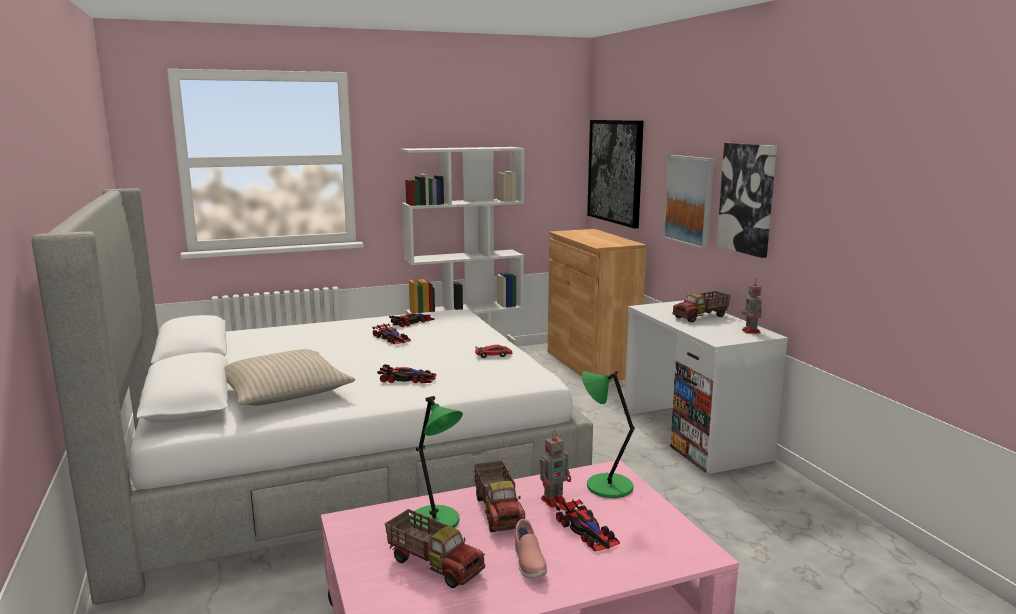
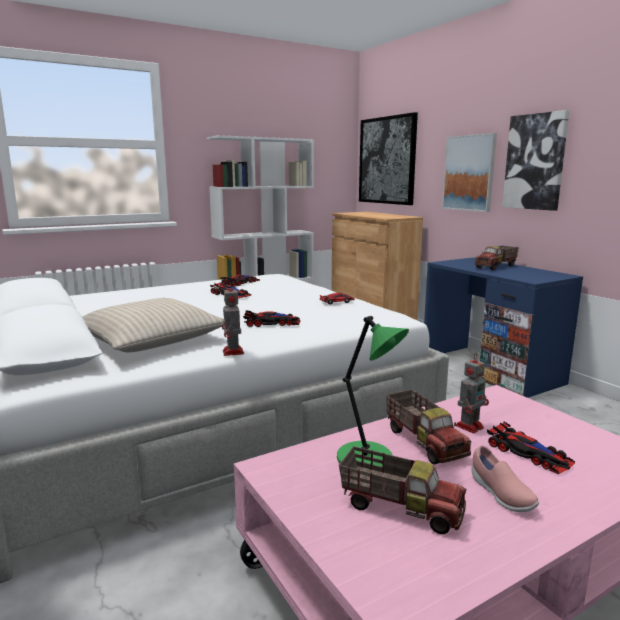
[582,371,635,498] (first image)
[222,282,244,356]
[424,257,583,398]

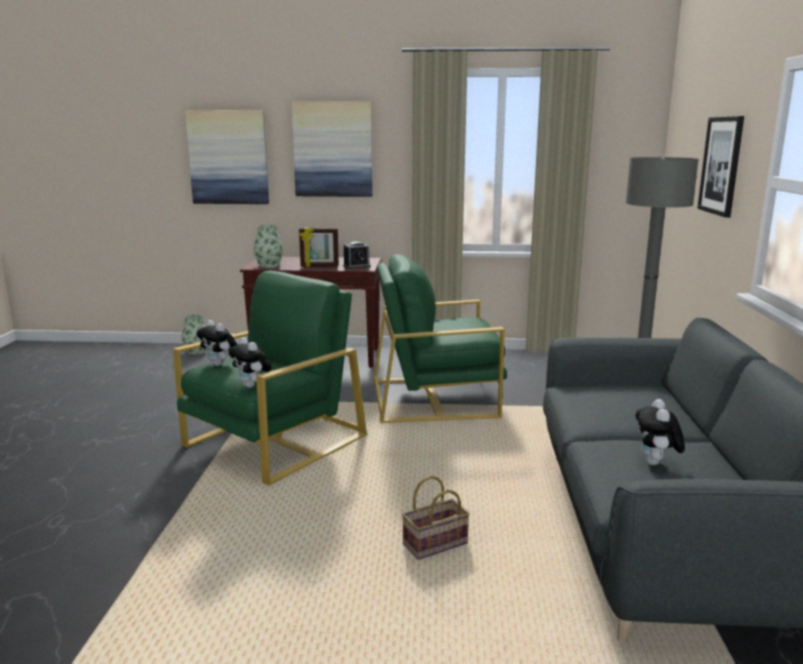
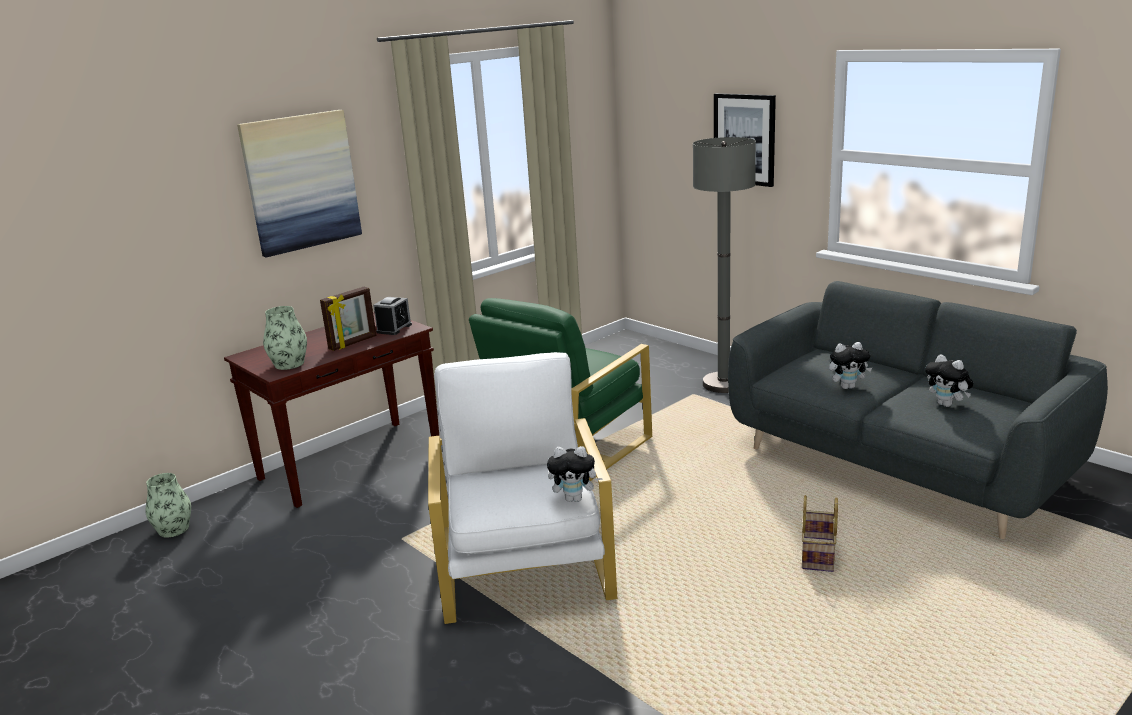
[185,110,269,204] (first image)
[829,342,873,389]
[428,352,617,624]

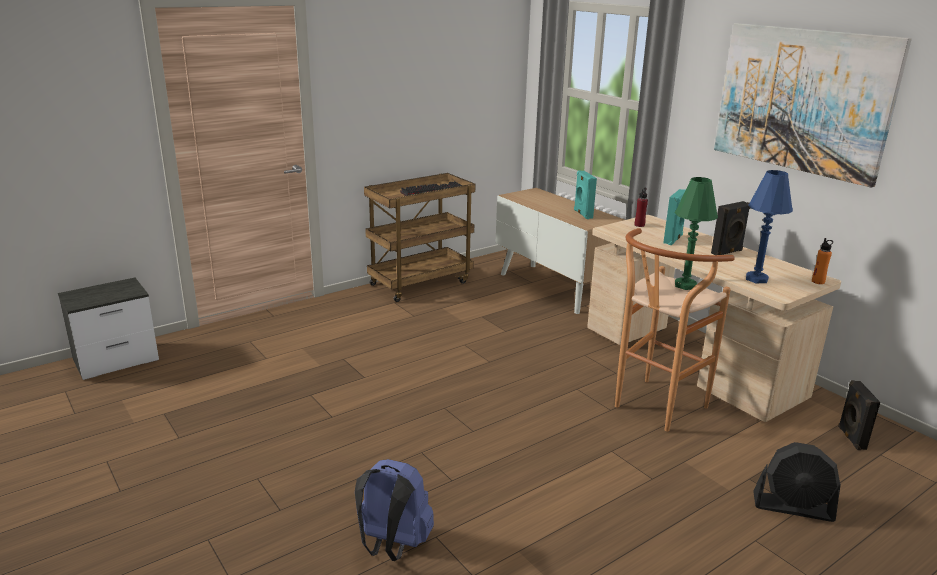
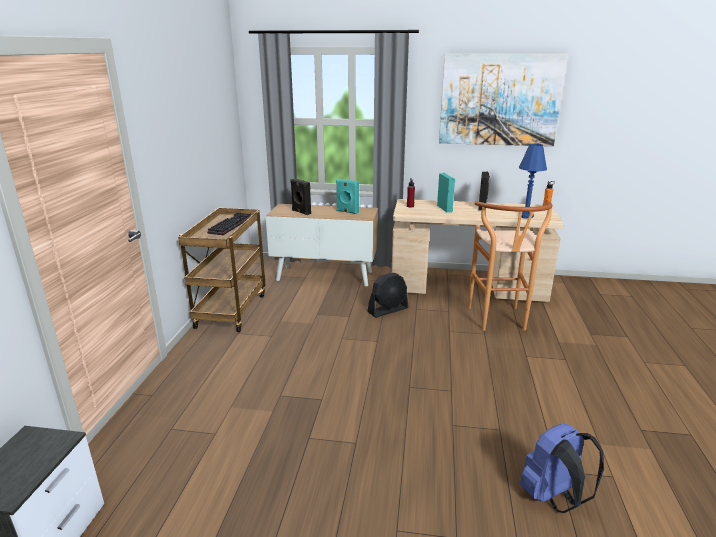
[675,177,718,290] (first image)
[367,273,408,318]
[291,179,311,215]

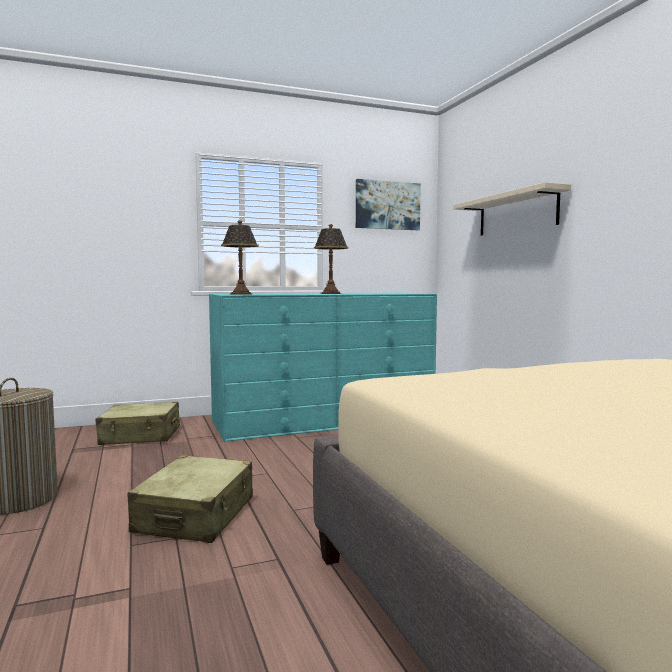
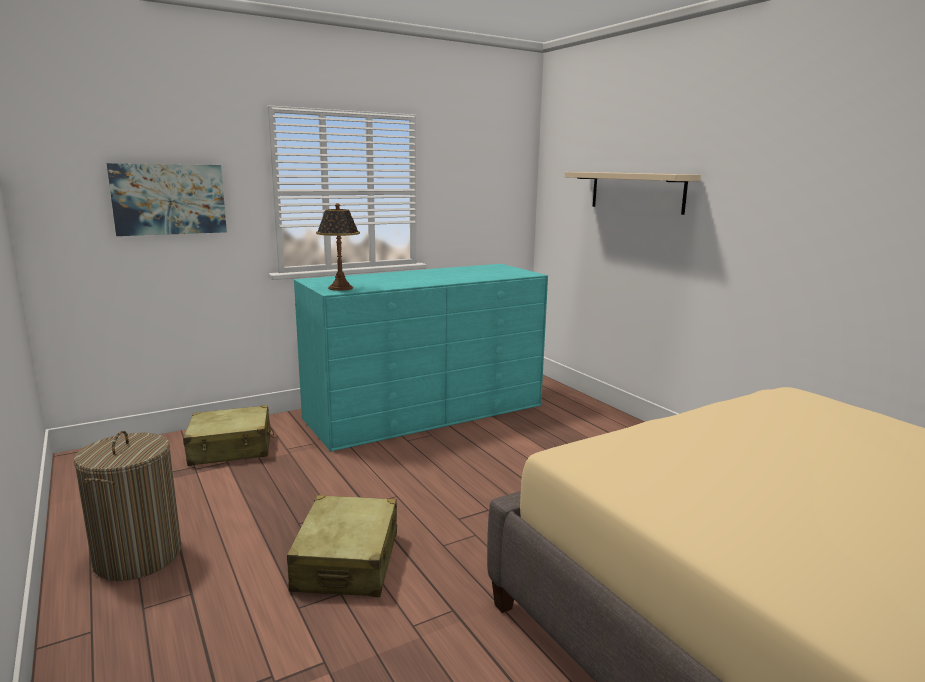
[314,224,349,294] (first image)
[106,163,227,236]

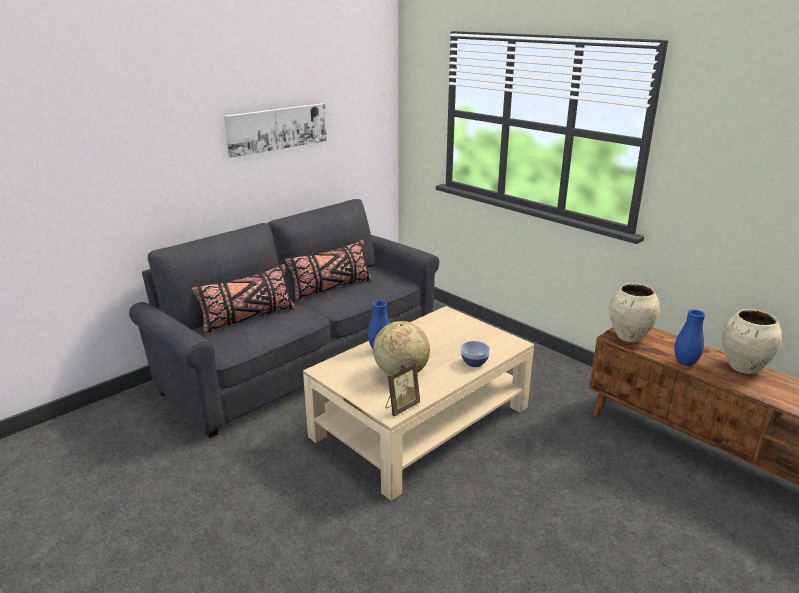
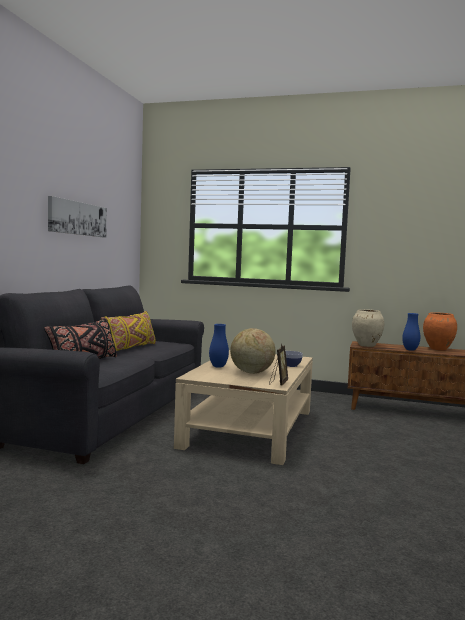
[101,311,156,351]
[423,312,457,350]

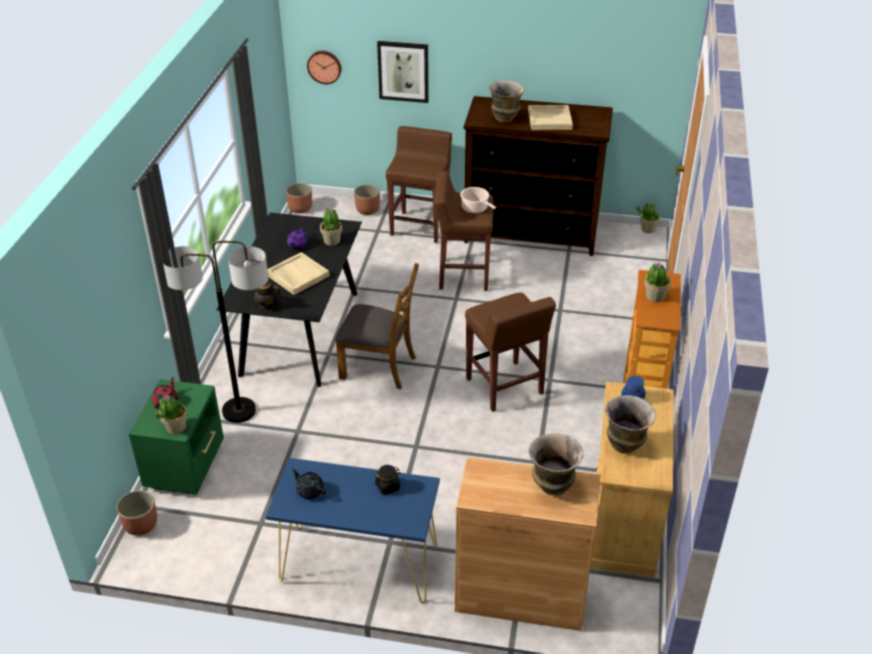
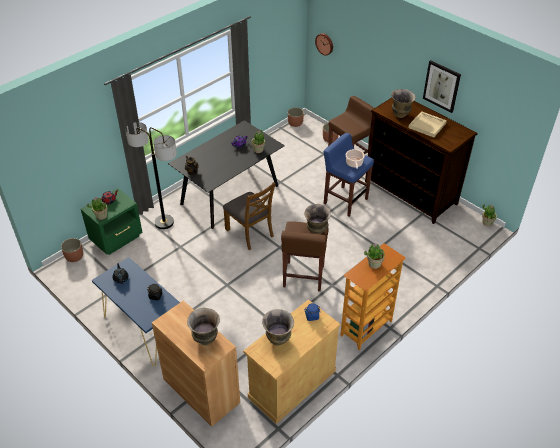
[268,252,330,295] (first image)
[304,204,331,234]
[423,60,461,113]
[324,133,374,217]

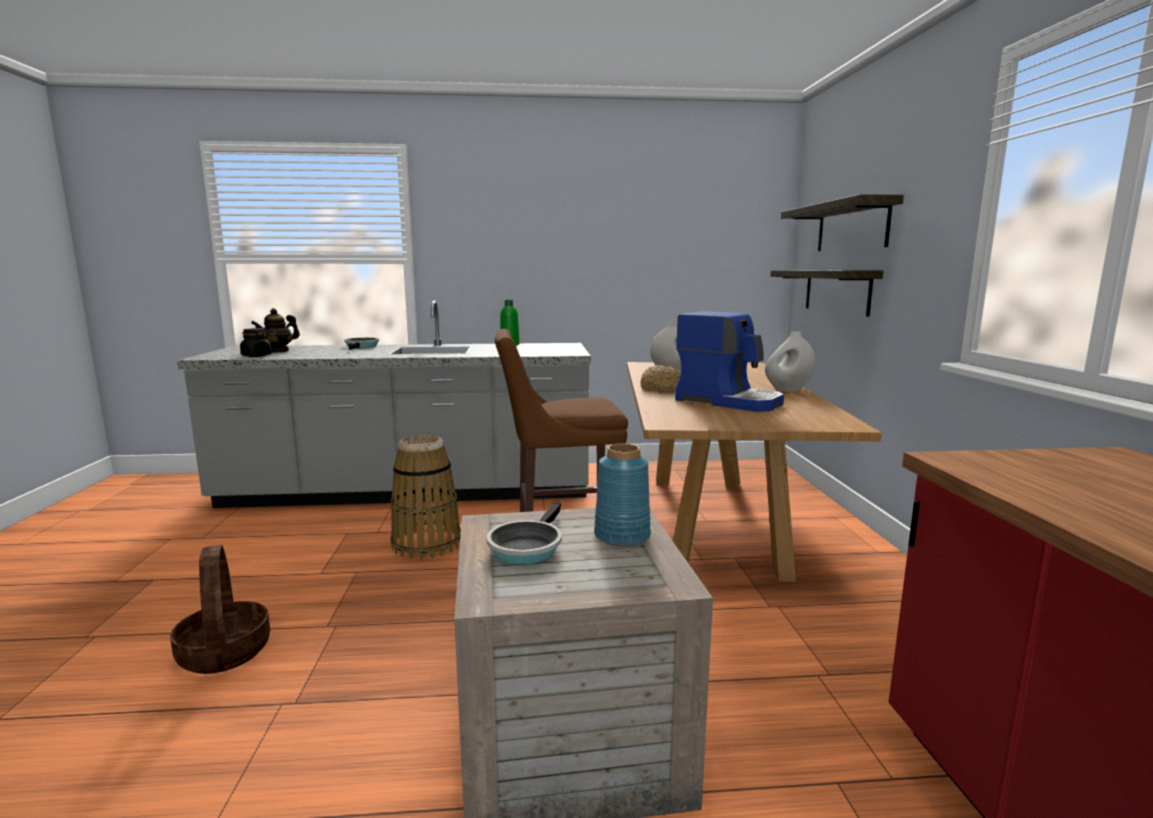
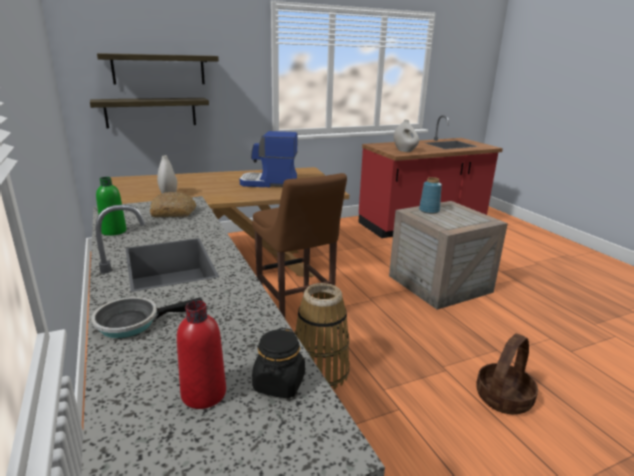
[486,502,562,565] (first image)
[150,192,197,217]
[394,119,419,152]
[177,301,226,409]
[240,131,298,187]

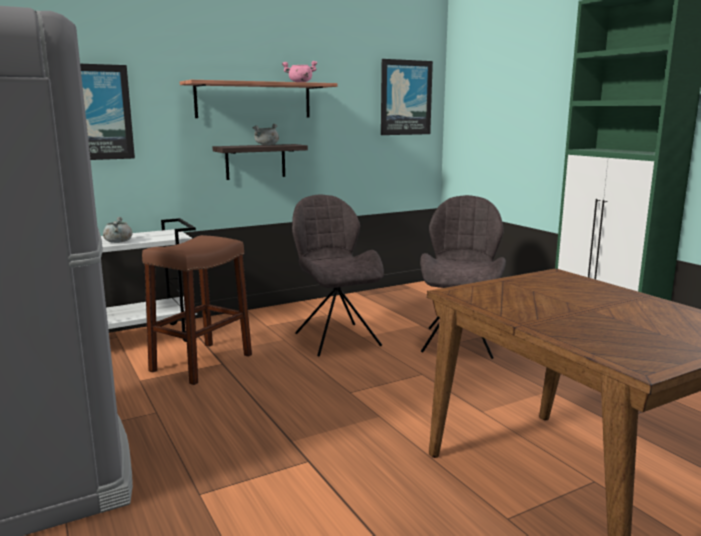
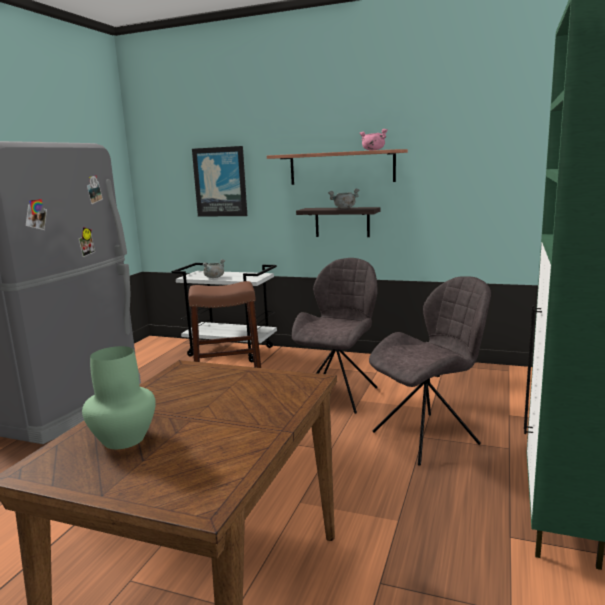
[381,59,433,135] (first image)
[82,346,156,449]

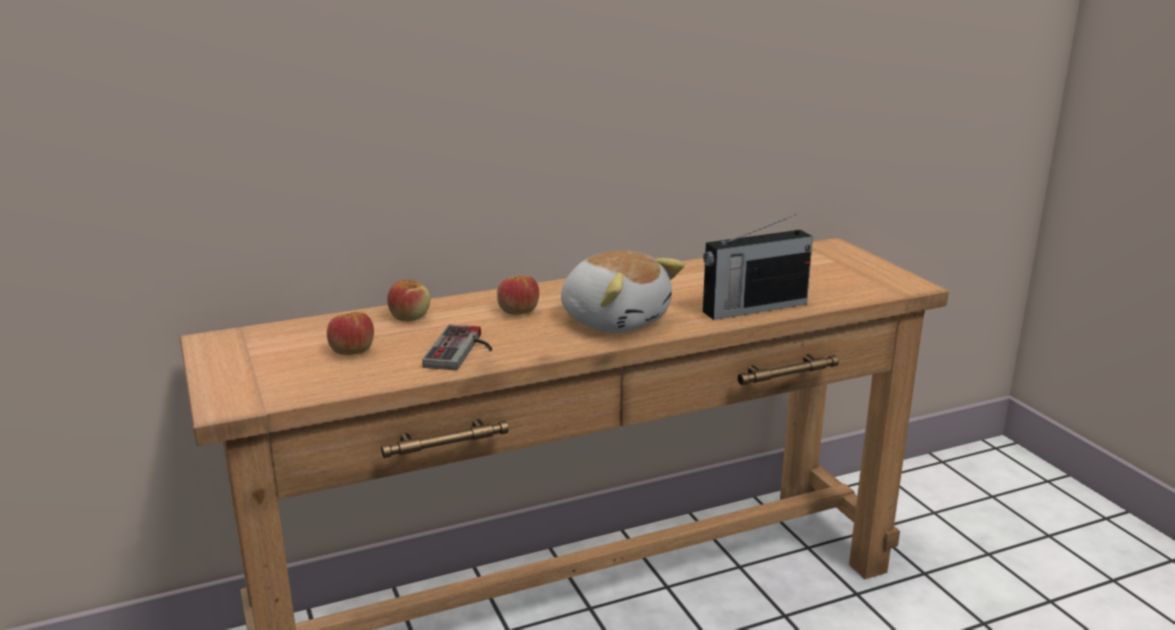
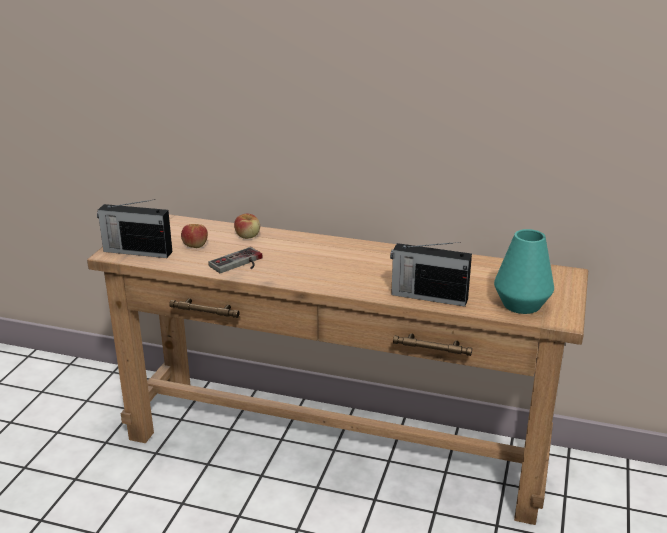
[497,276,539,315] (first image)
[561,250,685,333] (first image)
[97,199,173,258]
[494,229,554,314]

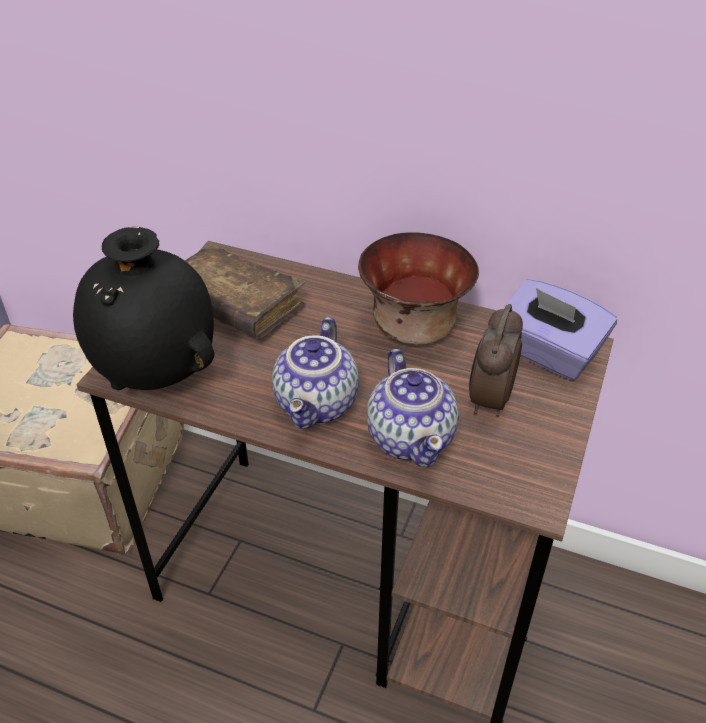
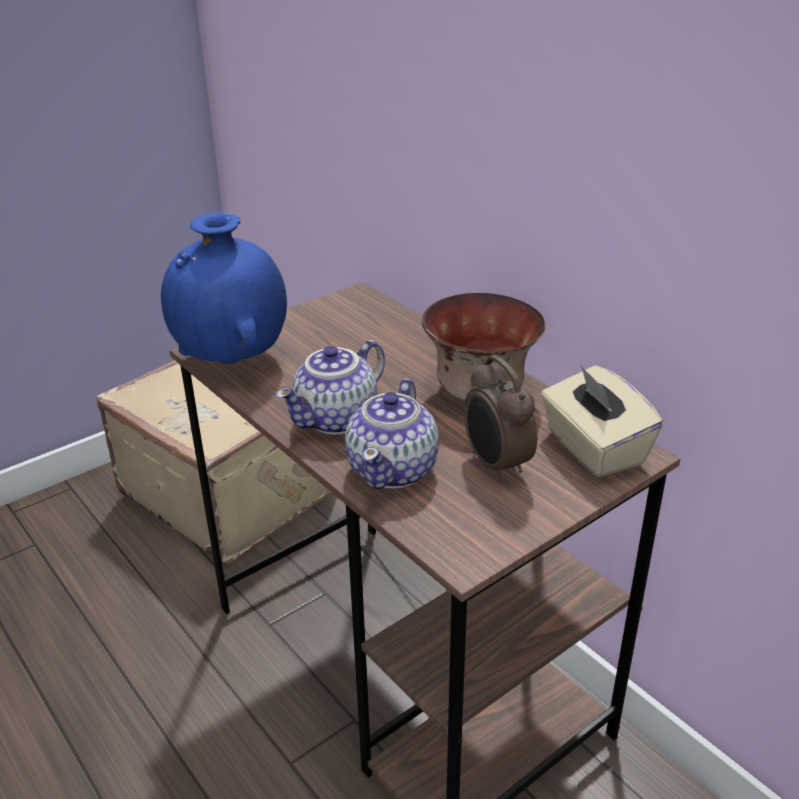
[185,244,306,339] (first image)
[161,212,287,364]
[541,364,663,477]
[464,355,537,482]

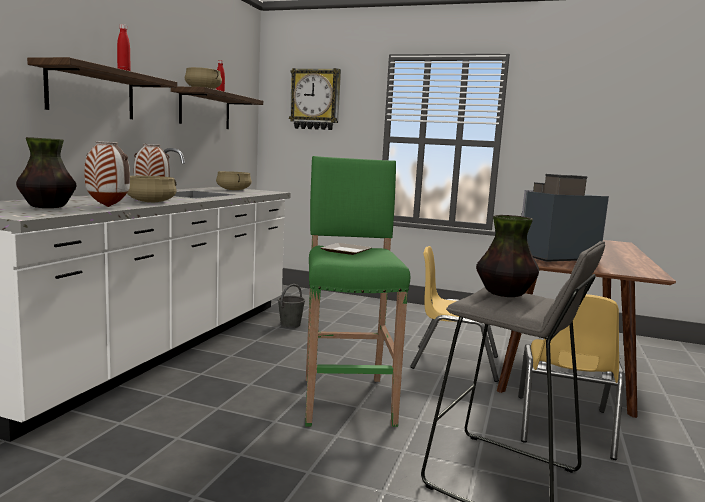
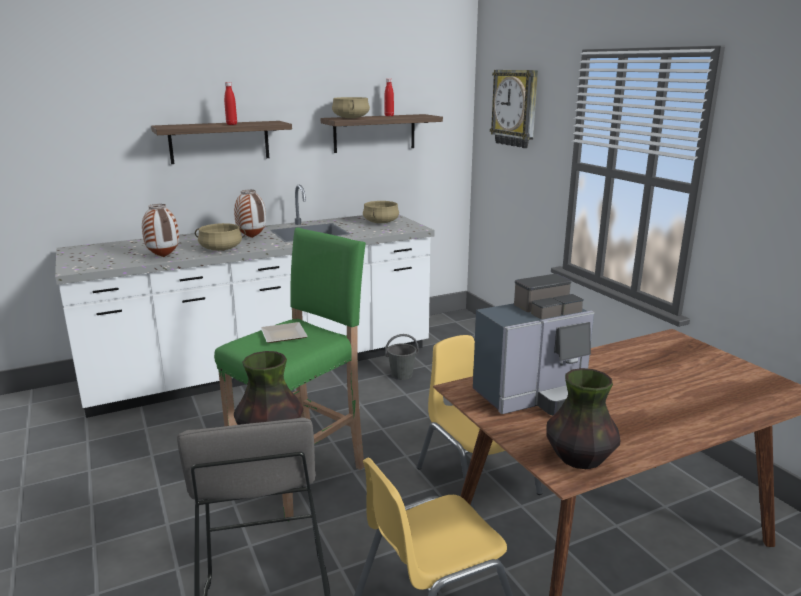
[546,368,620,469]
[473,274,594,416]

